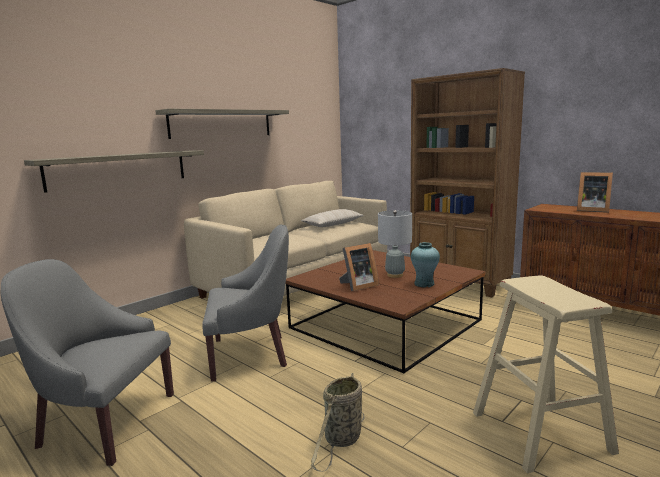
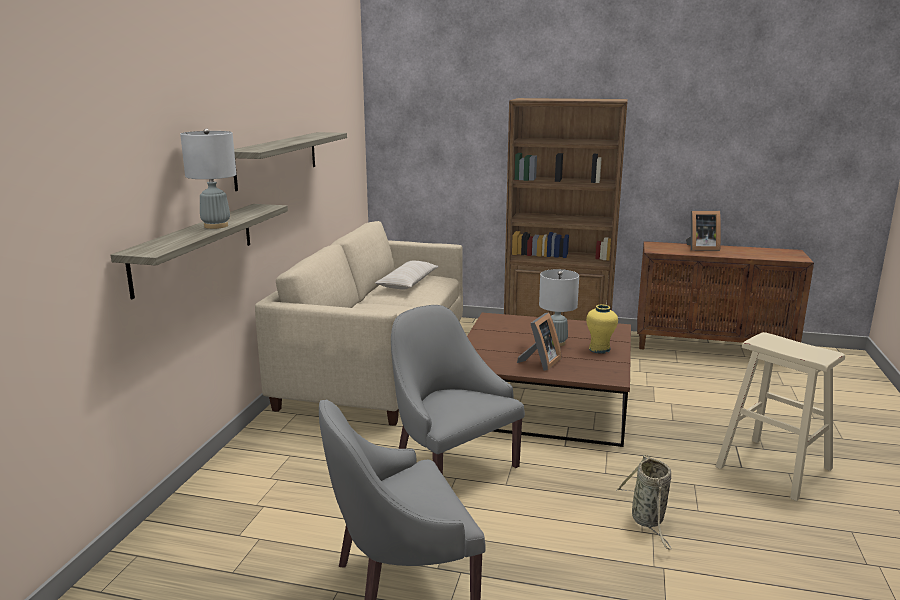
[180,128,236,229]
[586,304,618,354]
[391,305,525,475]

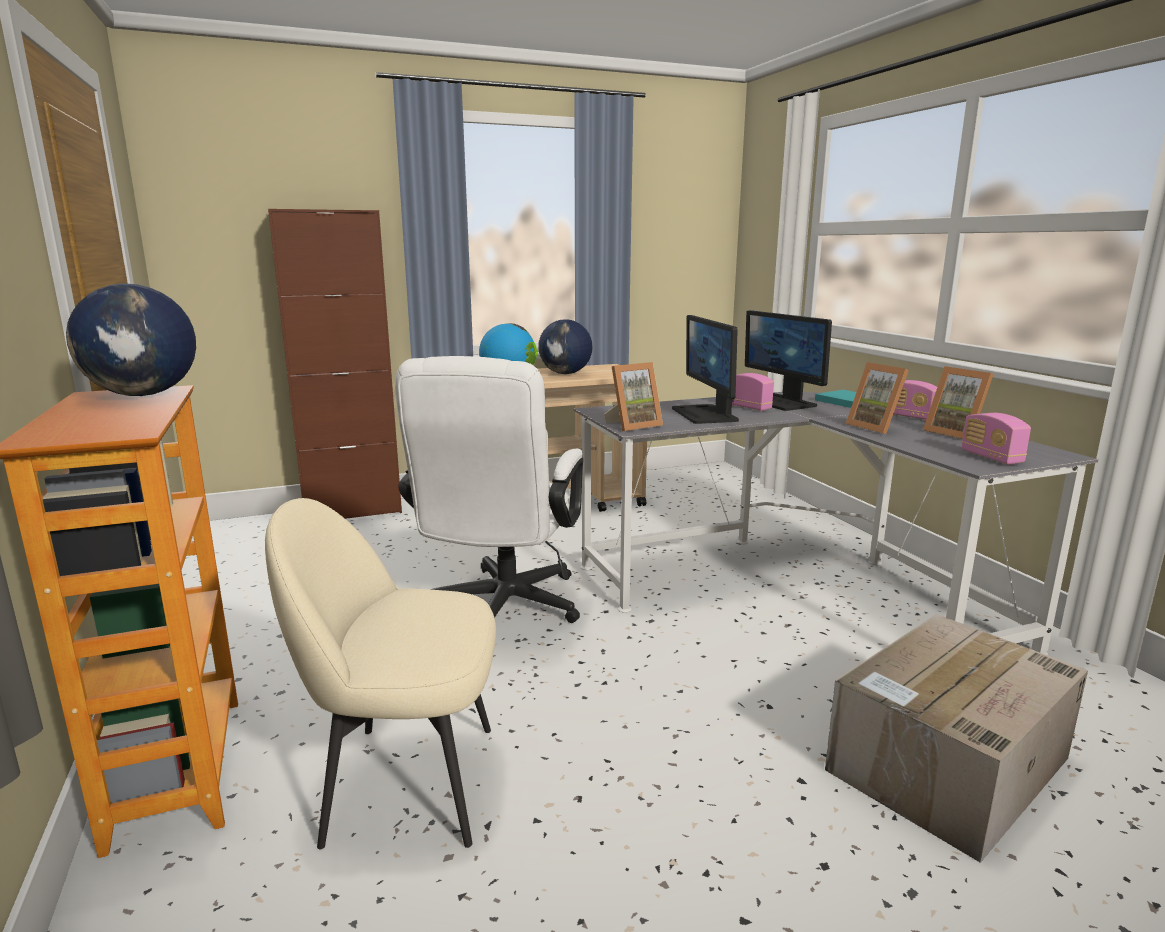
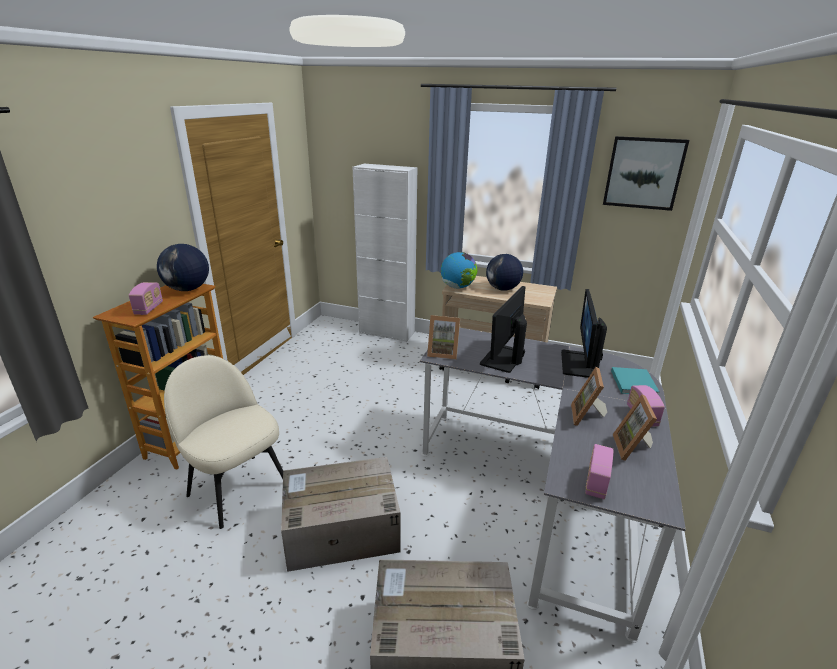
[395,356,583,623] (first image)
[281,457,400,572]
[603,136,690,211]
[129,282,163,315]
[353,164,417,342]

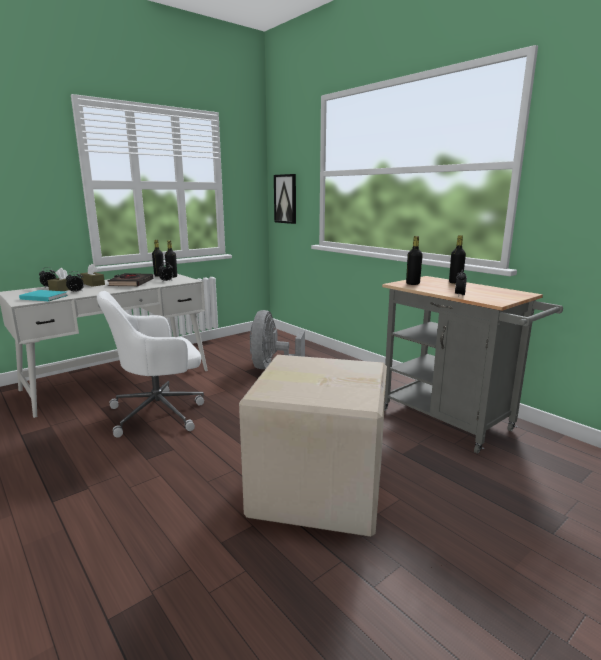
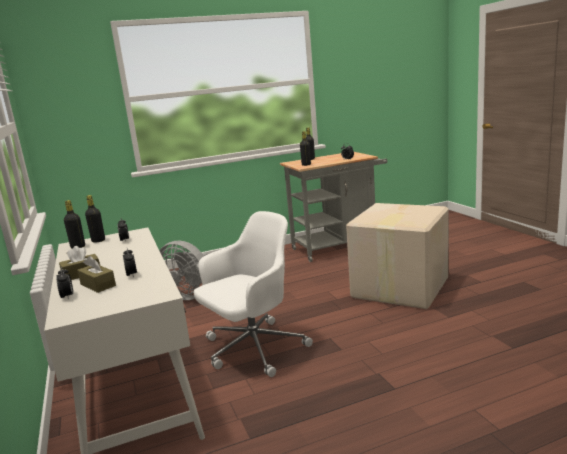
[19,290,68,301] (first image)
[107,273,154,286] (first image)
[274,174,296,224] (first image)
[194,211,313,377]

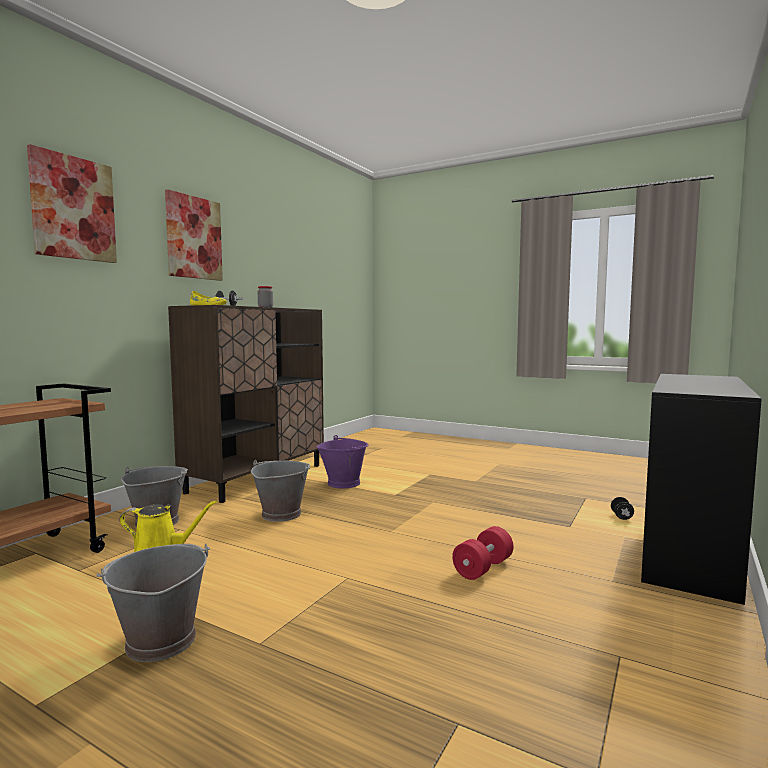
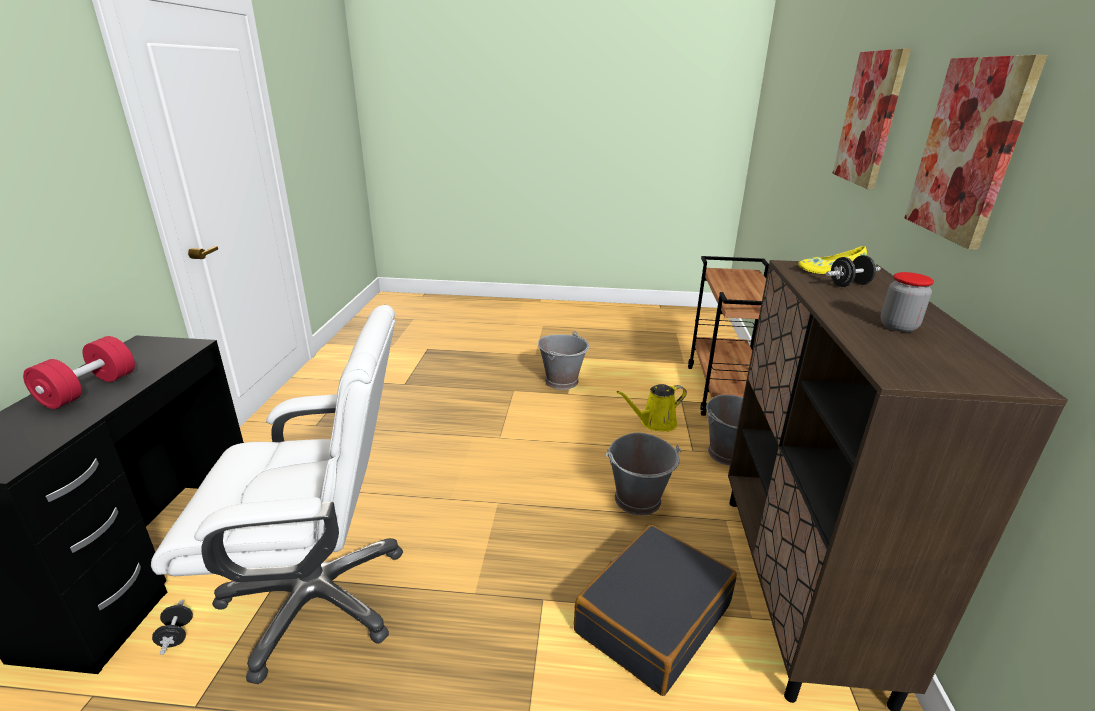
[151,305,403,684]
[23,336,135,409]
[574,525,737,696]

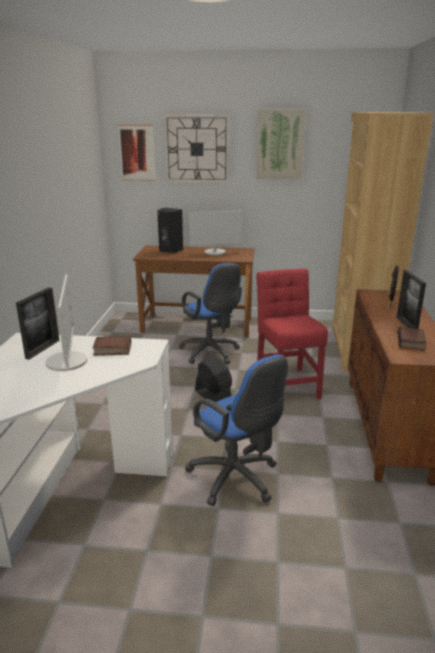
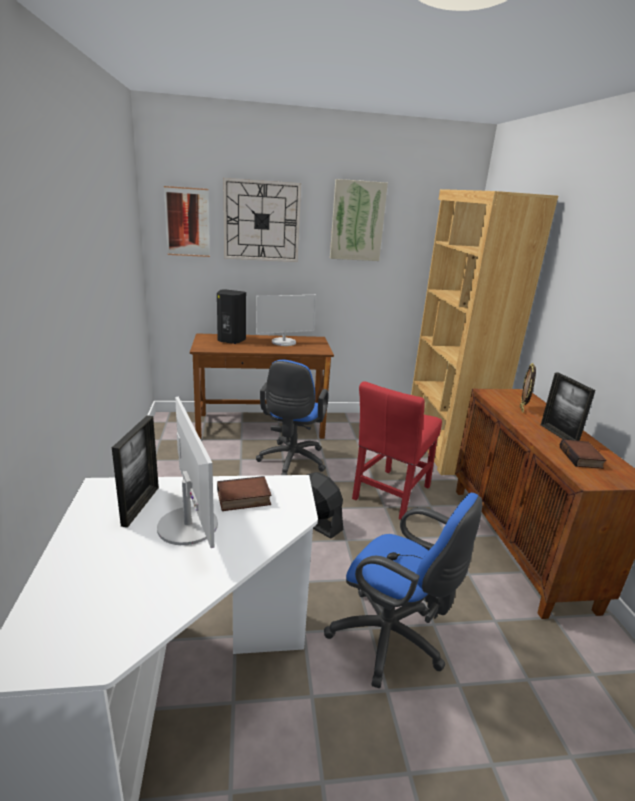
[256,360,328,475]
[352,381,442,520]

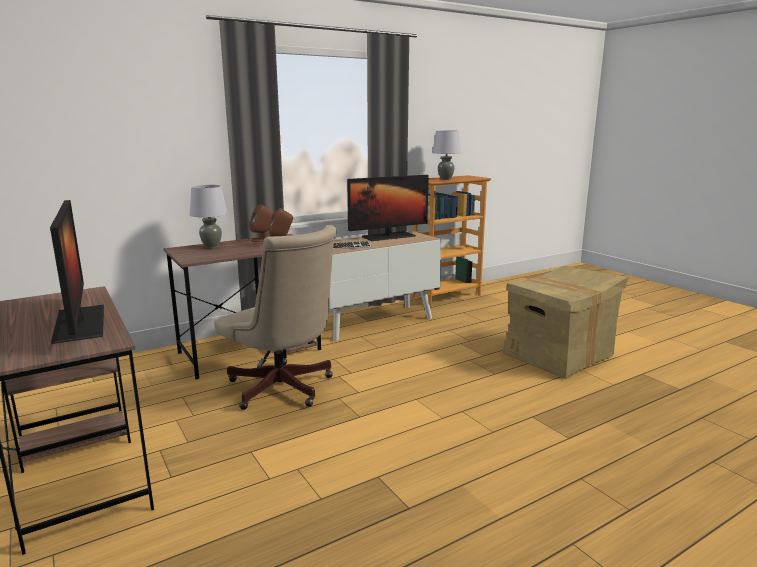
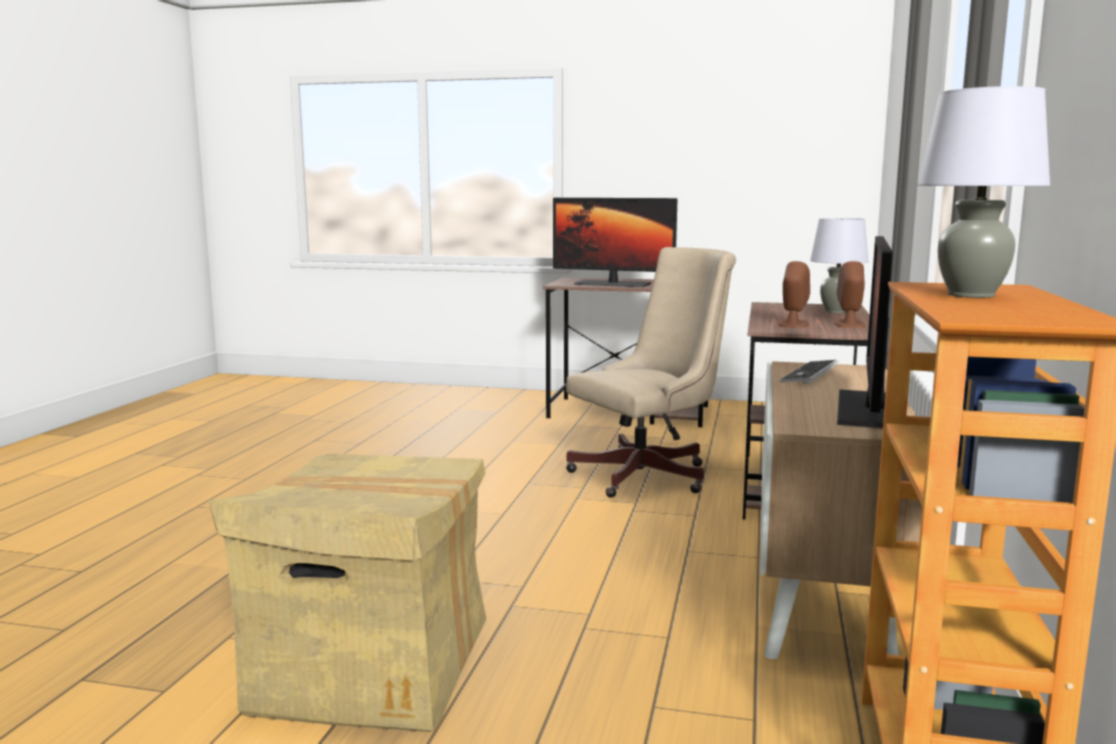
[566,247,736,498]

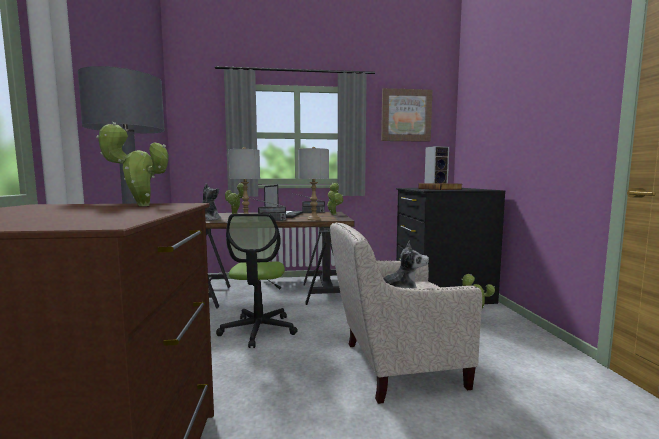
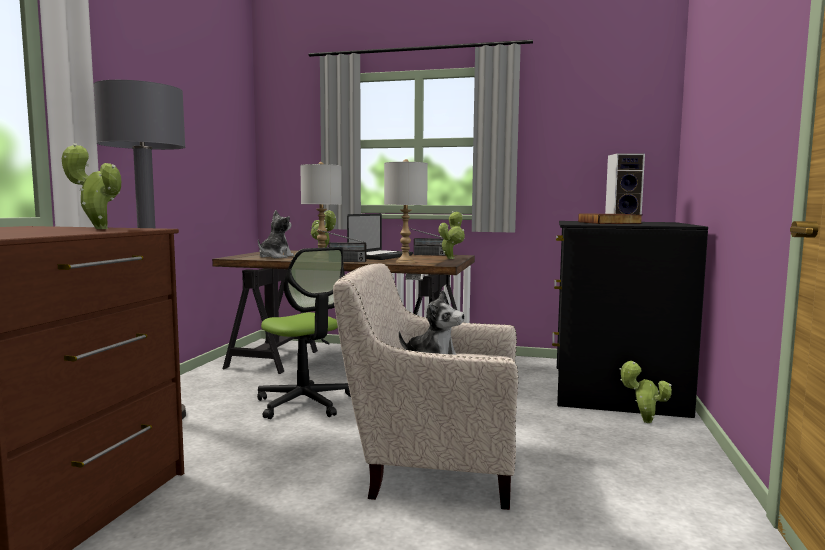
[381,88,432,142] (first image)
[257,247,351,419]

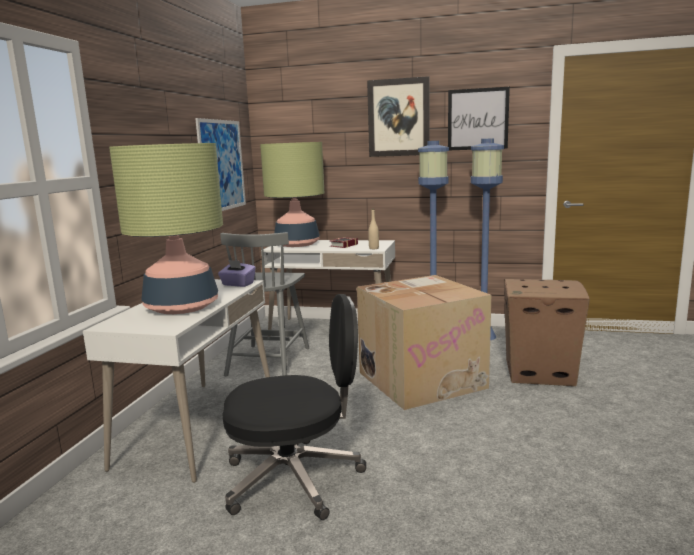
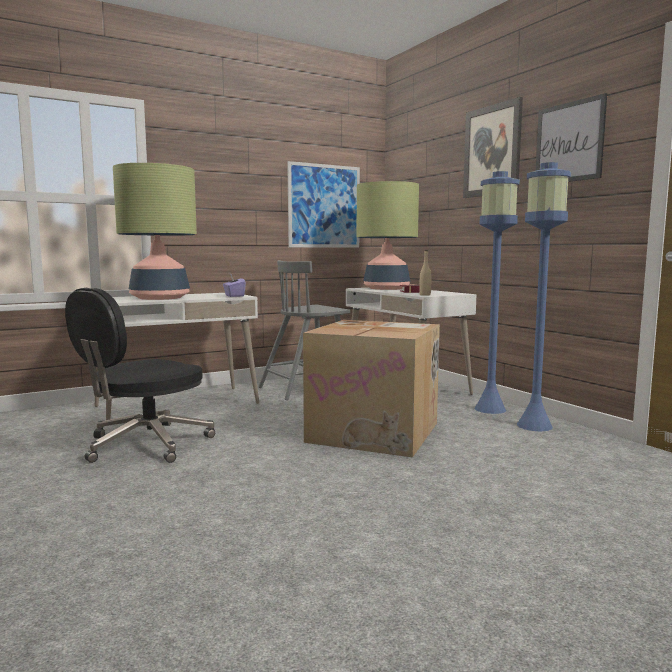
[504,279,590,386] (first image)
[65,288,215,463]

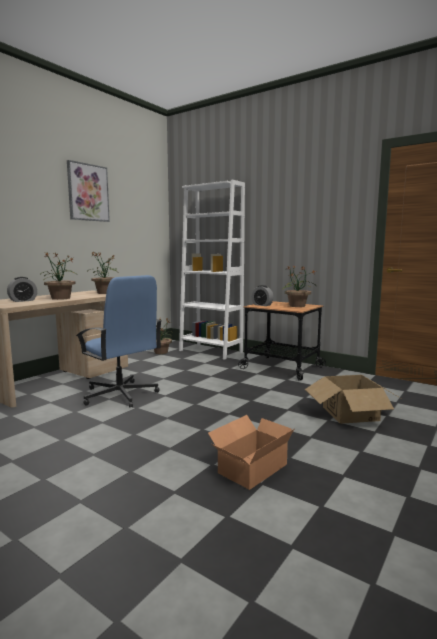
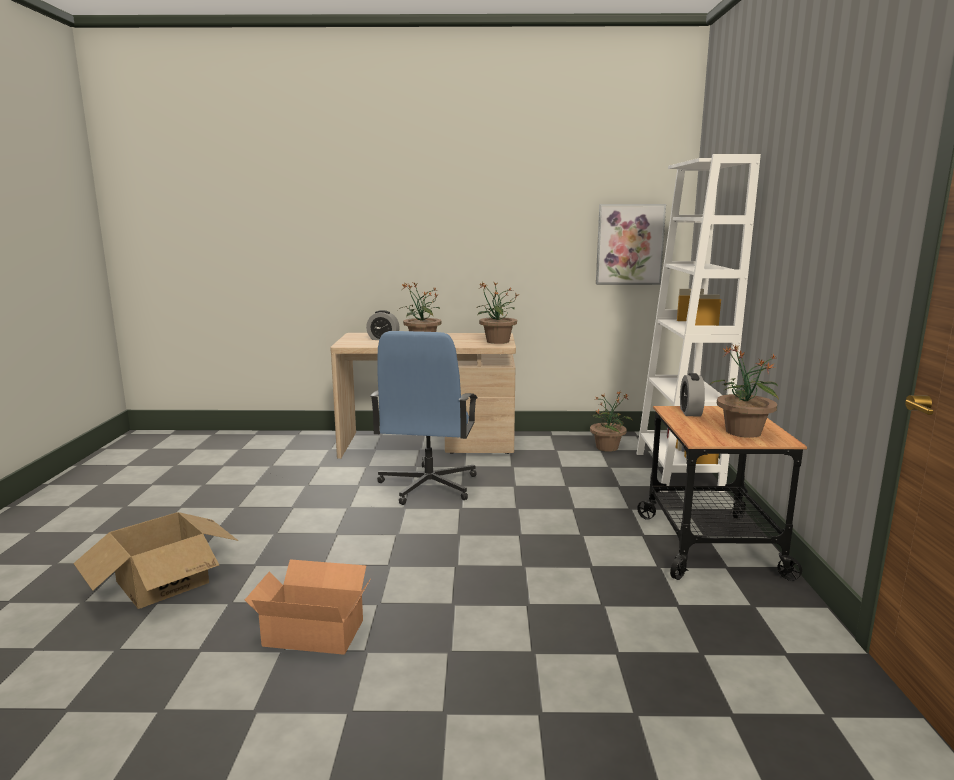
[596,204,666,285]
[73,512,238,609]

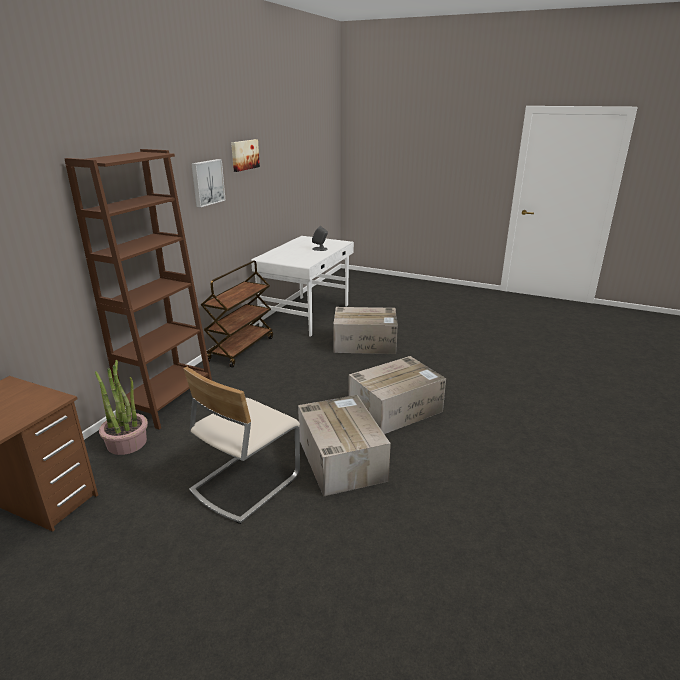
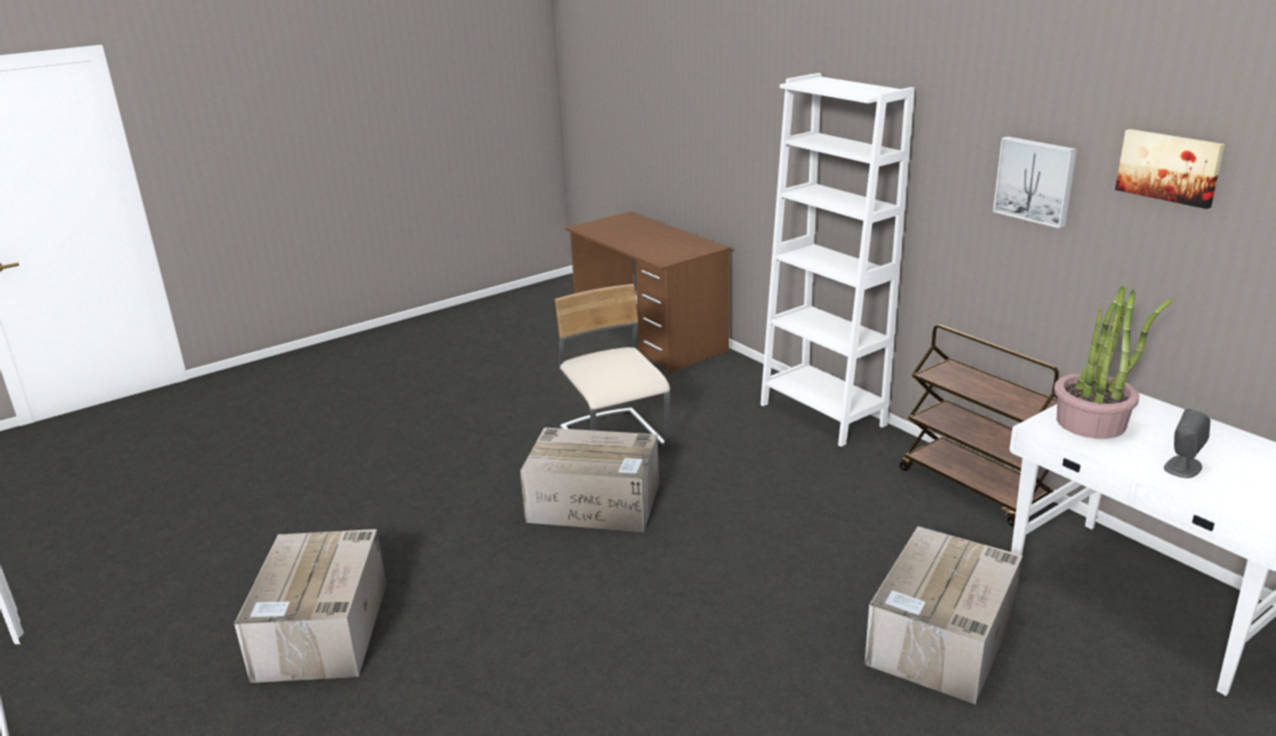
[1054,286,1173,439]
[234,529,386,683]
[761,73,915,447]

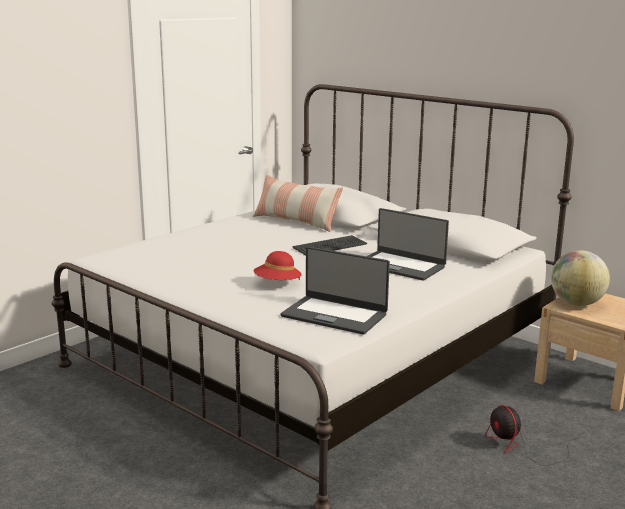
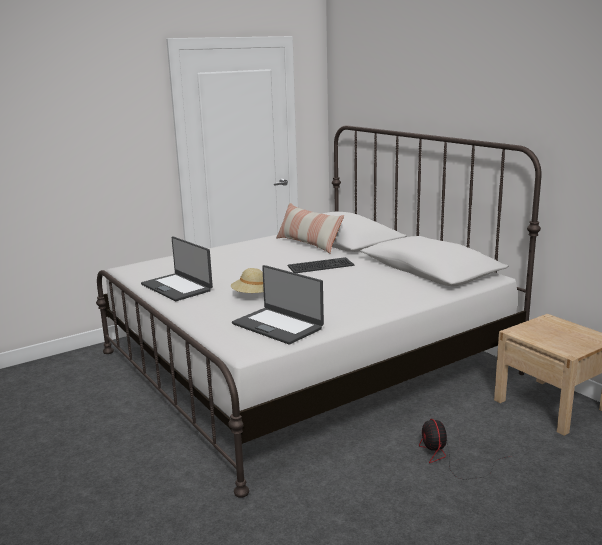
[551,250,610,306] (first image)
[141,236,213,301]
[231,268,264,293]

